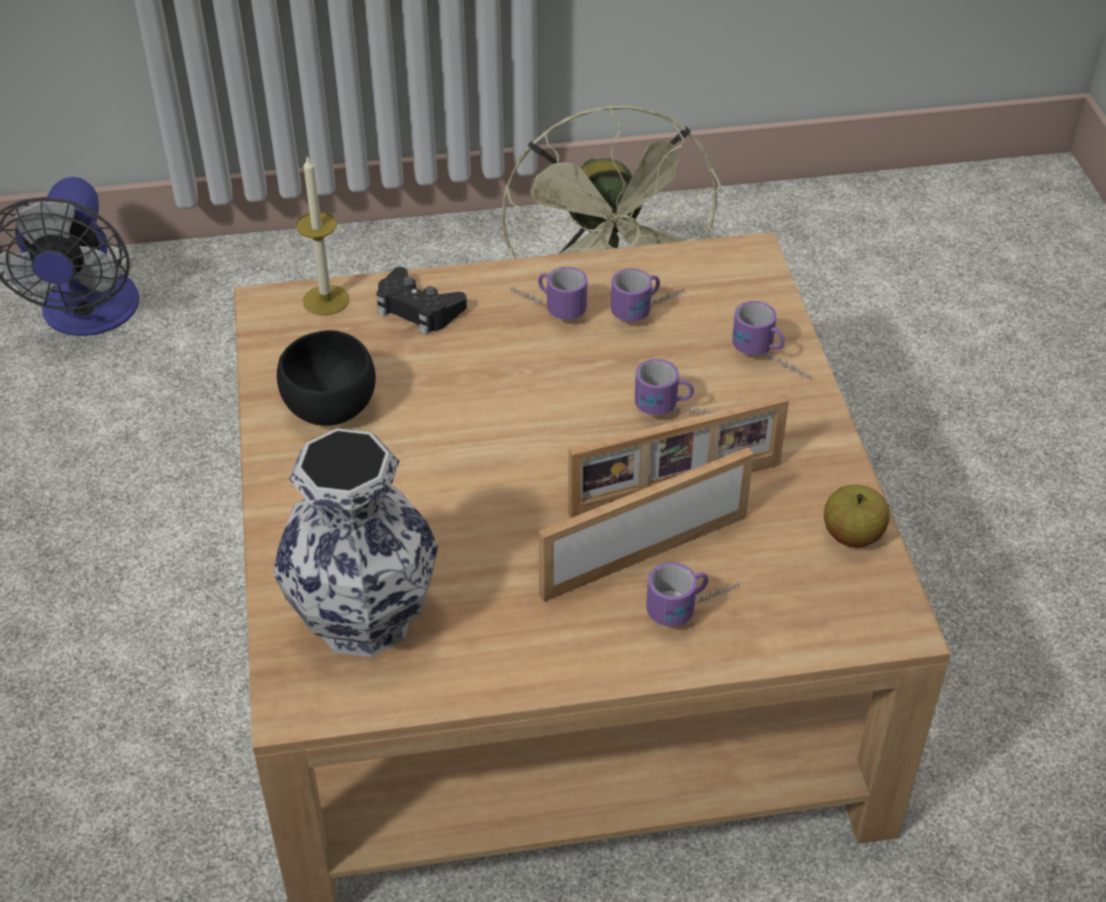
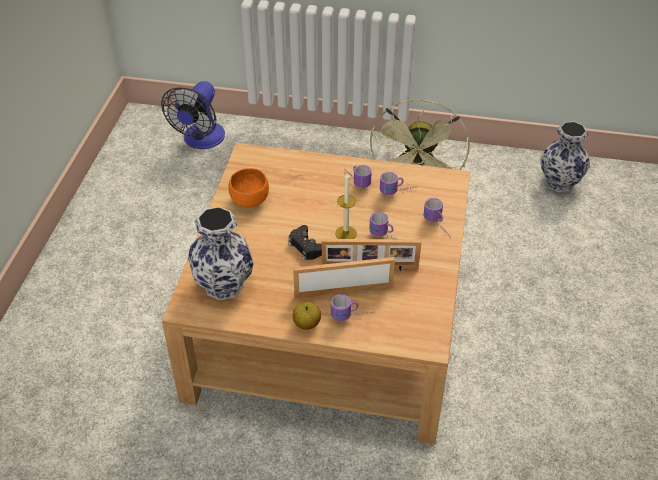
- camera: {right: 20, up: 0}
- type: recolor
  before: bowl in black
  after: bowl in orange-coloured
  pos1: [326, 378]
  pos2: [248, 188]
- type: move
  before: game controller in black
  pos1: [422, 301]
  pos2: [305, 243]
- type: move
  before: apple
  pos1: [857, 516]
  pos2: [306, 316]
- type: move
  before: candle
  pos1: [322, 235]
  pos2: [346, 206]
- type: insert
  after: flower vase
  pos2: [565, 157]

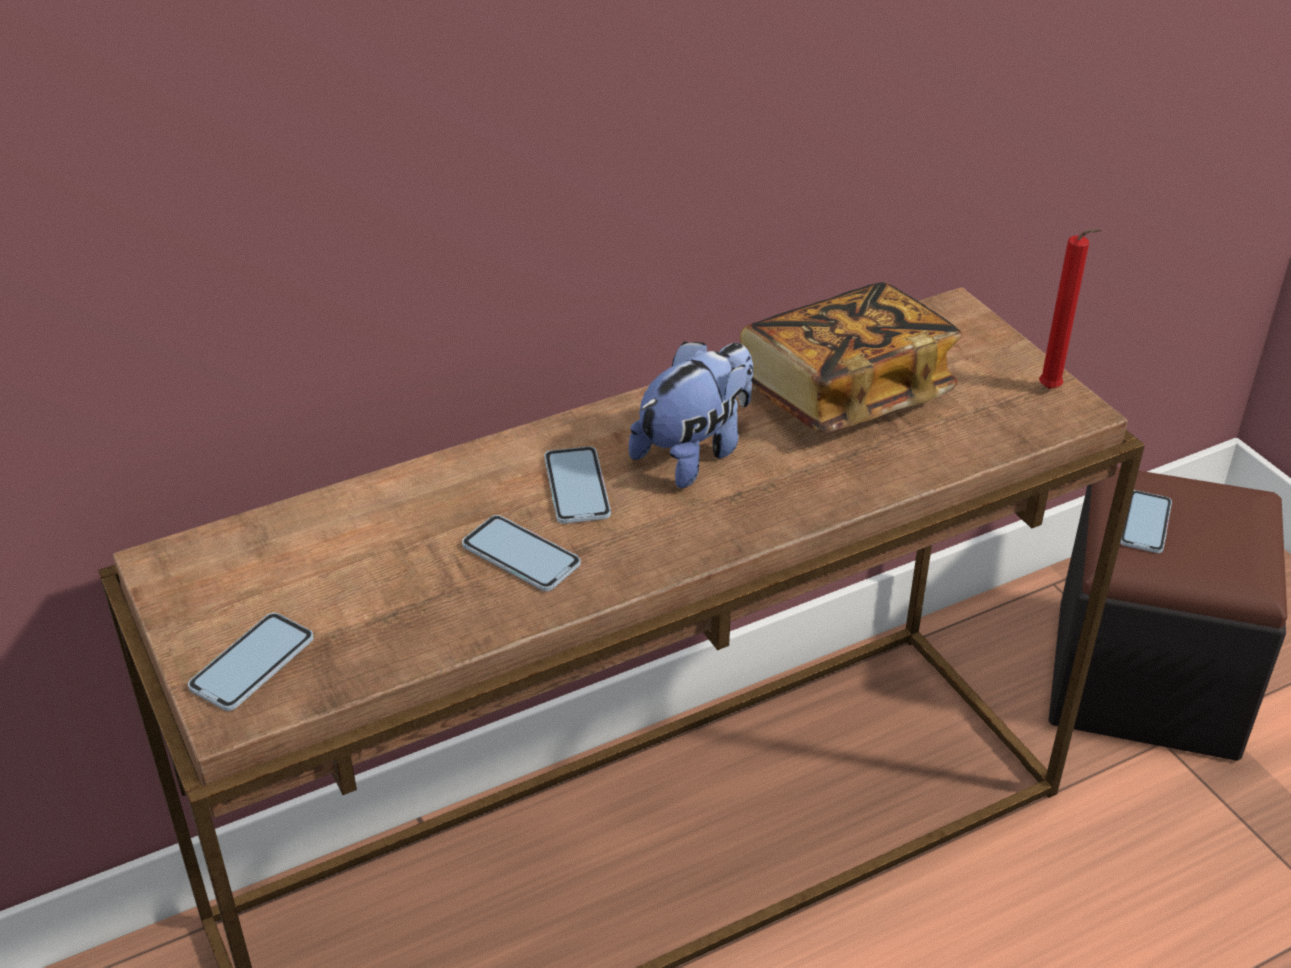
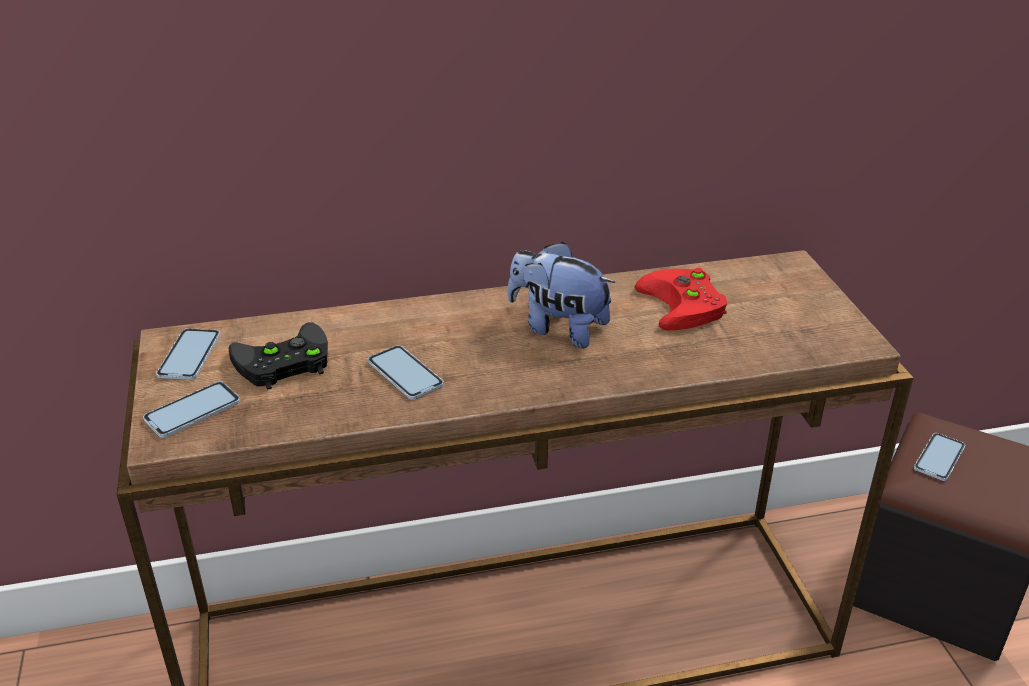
- camera: {right: 15, up: -5}
- type: move
  before: phone
  pos1: [577, 485]
  pos2: [188, 354]
- type: insert
  after: game controller in black
  pos2: [278, 356]
- type: rotate
  before: soft toy
  pos1: [691, 414]
  pos2: [562, 295]
  turn: -120
- type: replace
  before: bound book
  after: game controller in reddish
  pos1: [851, 357]
  pos2: [681, 299]
- type: delete
  before: candle in reddish
  pos1: [1070, 309]

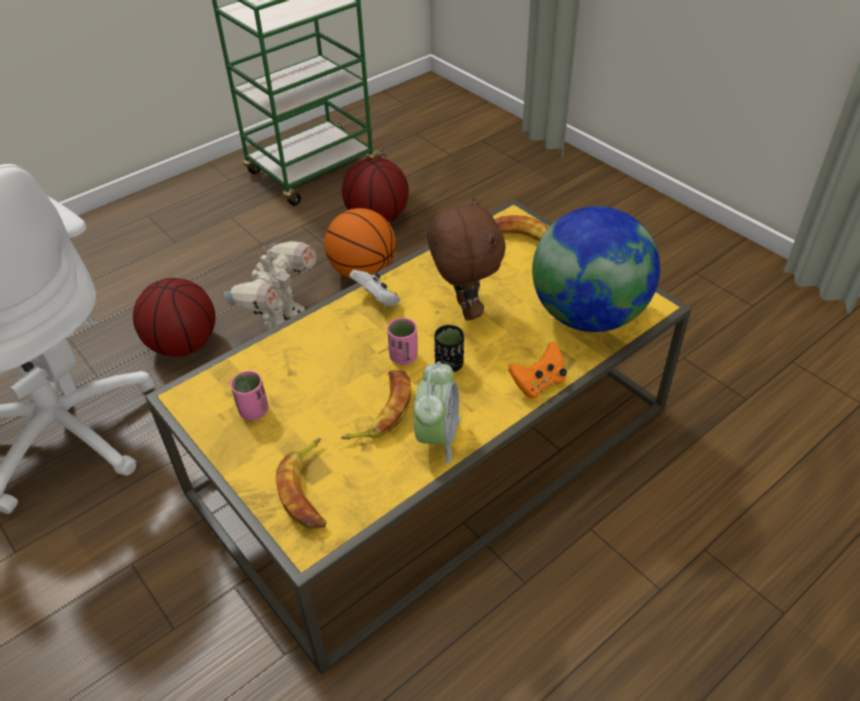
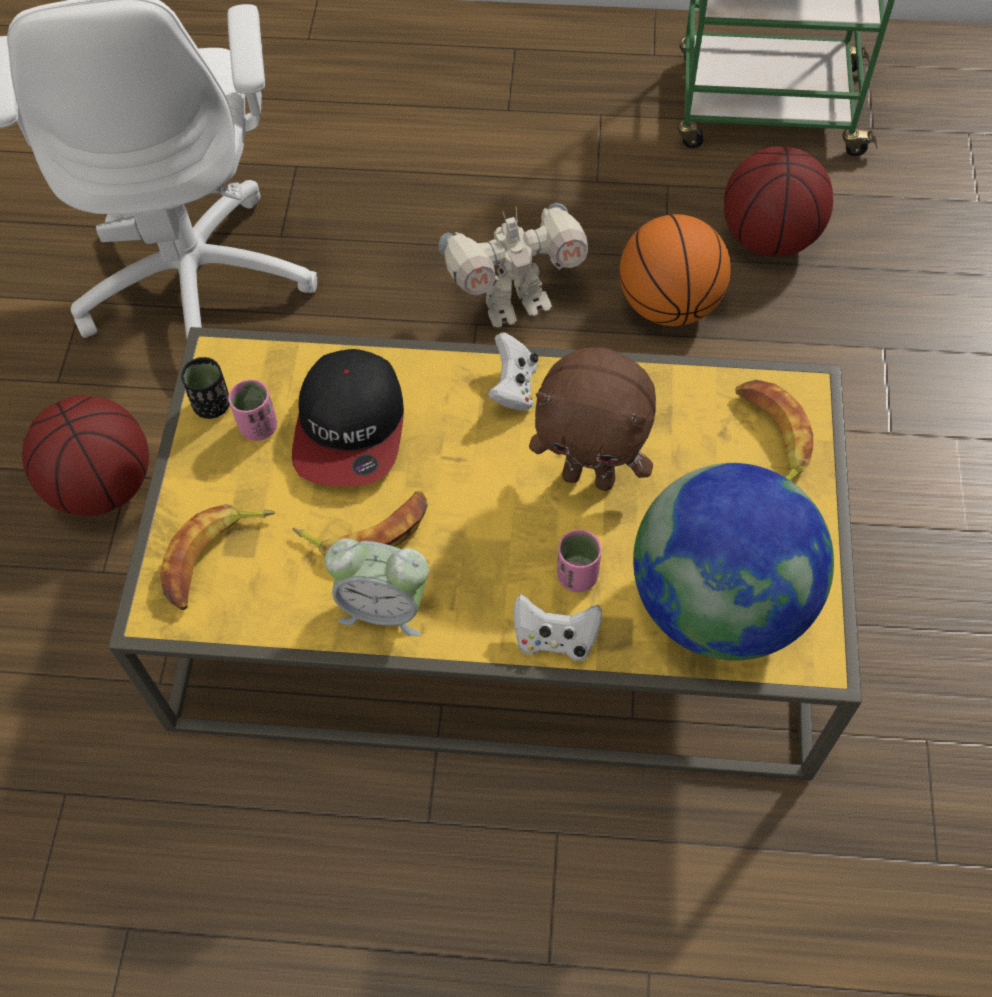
- camera: {right: 45, up: 15}
- type: move
  before: ball for basketball
  pos1: [174, 317]
  pos2: [85, 455]
- type: move
  before: drinking cup in black
  pos1: [449, 348]
  pos2: [205, 388]
- type: insert
  after: baseball cap
  pos2: [348, 417]
- type: rotate
  before: table clock
  pos1: [437, 413]
  pos2: [377, 587]
  turn: 45
- type: recolor
  before: game controller in orange-coloured
  after: game controller in white
  pos1: [537, 370]
  pos2: [558, 627]
- type: rotate
  before: soft toy in brownish
  pos1: [466, 258]
  pos2: [592, 419]
  turn: 75
- type: move
  before: drinking cup in pinkish
  pos1: [402, 341]
  pos2: [579, 561]

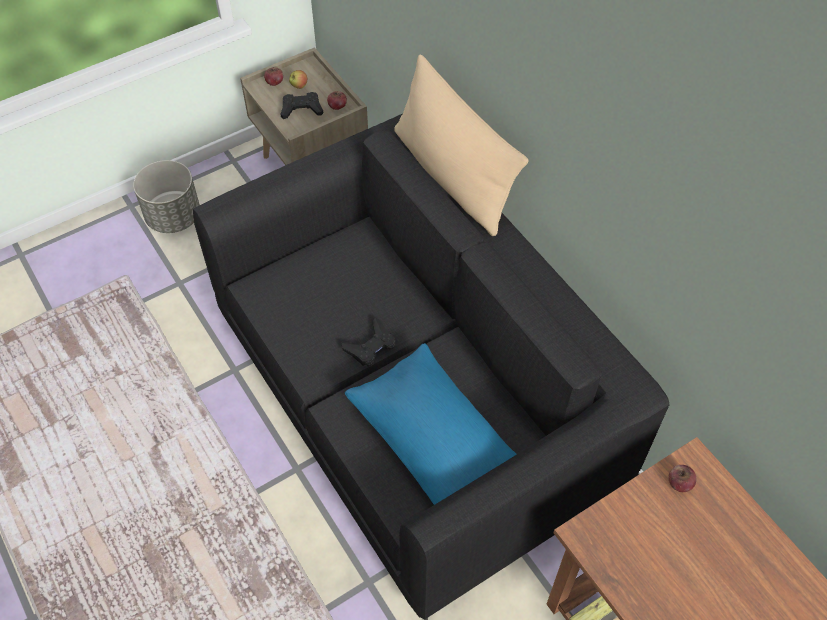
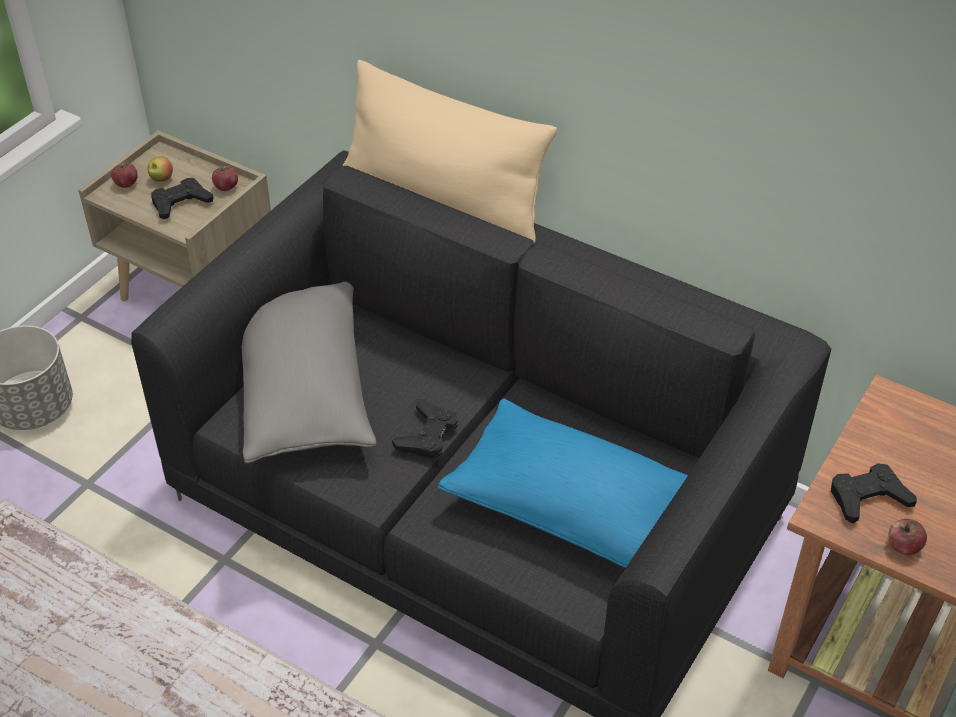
- camera: {right: -25, up: -10}
- type: insert
  after: pillow in greyish
  pos2: [309, 372]
- type: insert
  after: game controller in black
  pos2: [874, 493]
- type: move
  before: apple
  pos1: [682, 478]
  pos2: [908, 537]

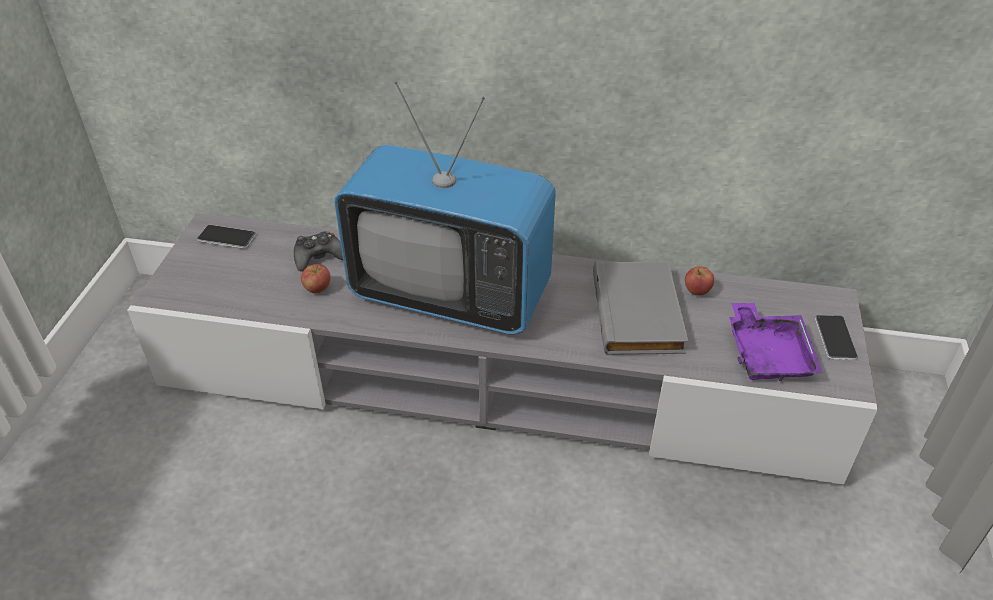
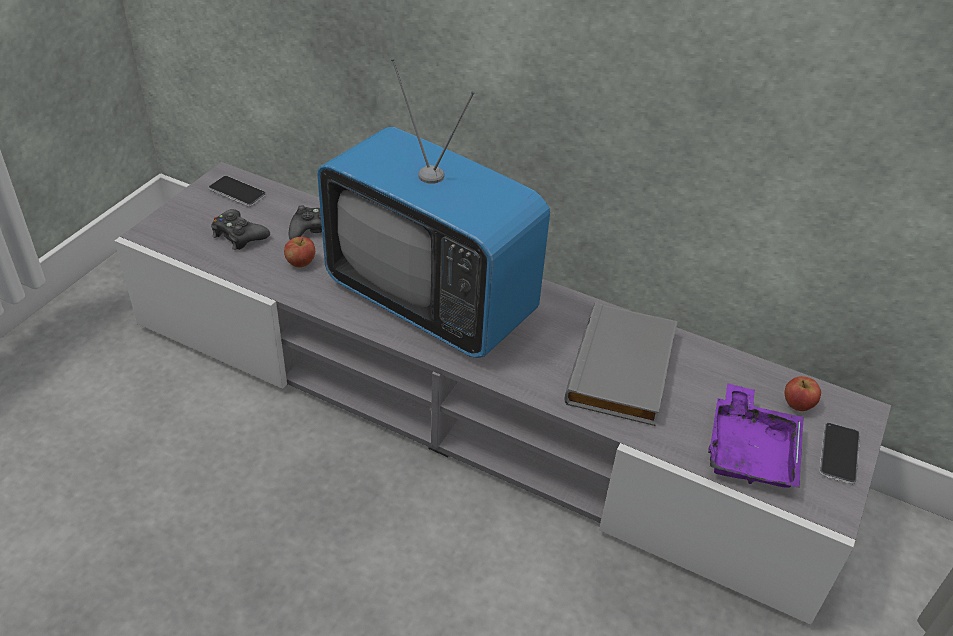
- camera: {right: 15, up: 0}
- type: insert
  after: game controller in black
  pos2: [240, 229]
- type: move
  before: apple
  pos1: [699, 281]
  pos2: [803, 393]

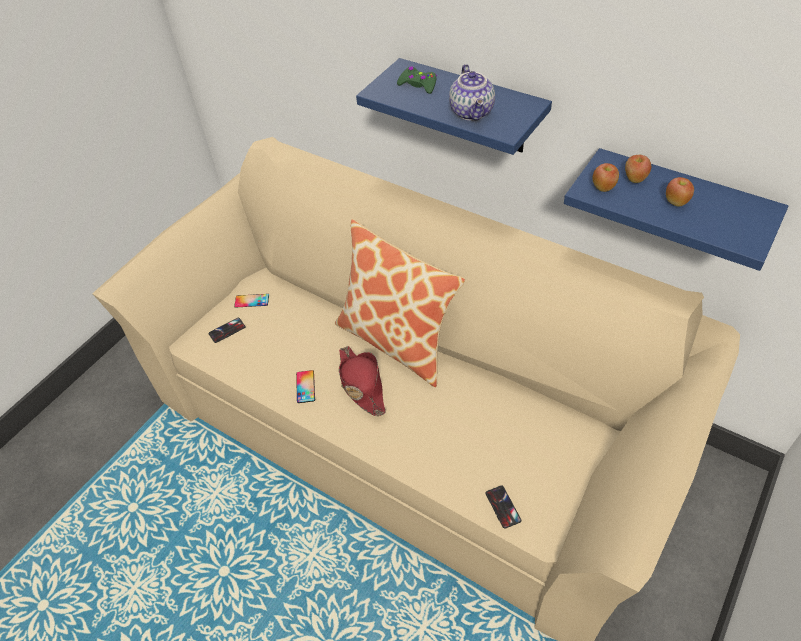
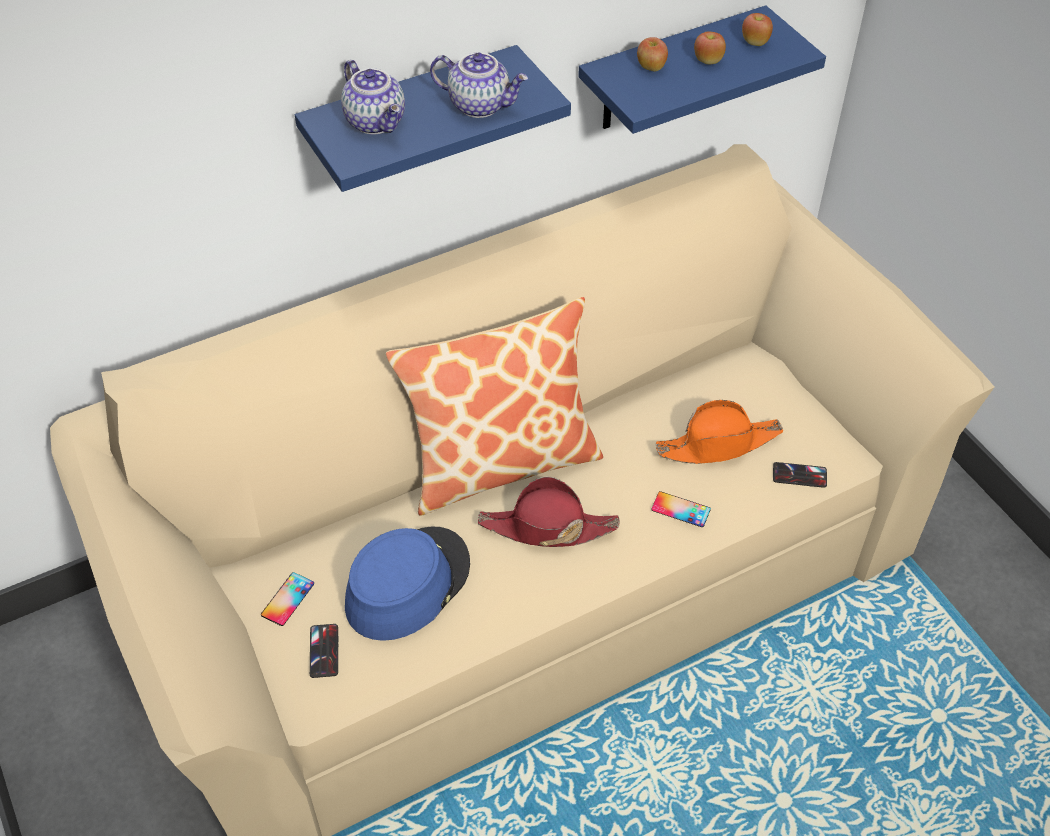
- camera: {right: -65, up: 0}
- type: replace
  before: game controller in green
  after: tea pot
  pos1: [417, 80]
  pos2: [373, 97]
- type: insert
  after: clothing hat in blue
  pos2: [407, 583]
- type: move
  before: phone
  pos1: [305, 386]
  pos2: [681, 509]
- type: insert
  after: clothing hat in orange-coloured
  pos2: [719, 432]
- type: move
  before: apple
  pos1: [605, 177]
  pos2: [757, 29]

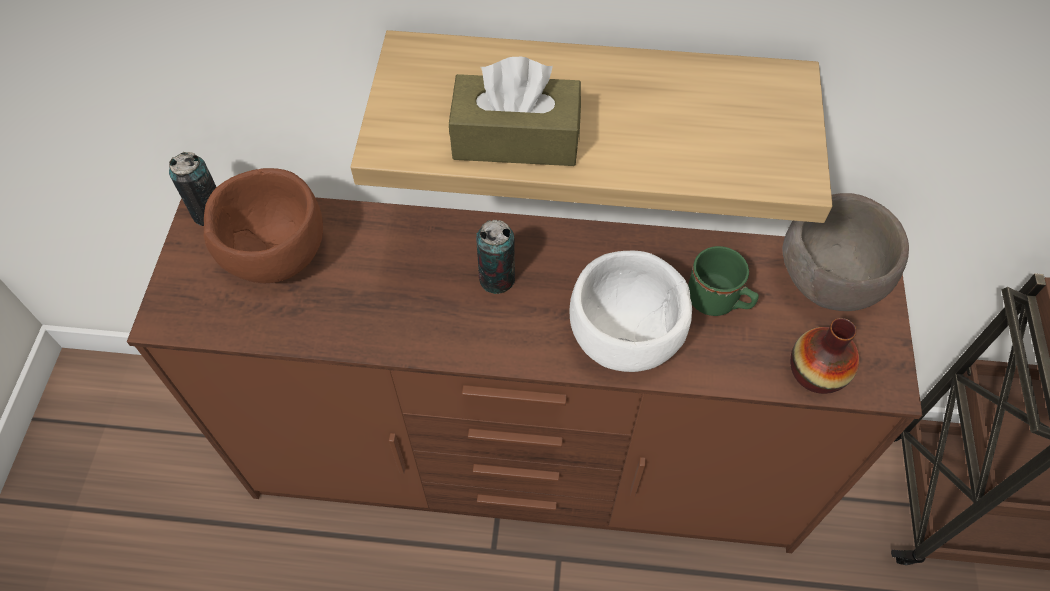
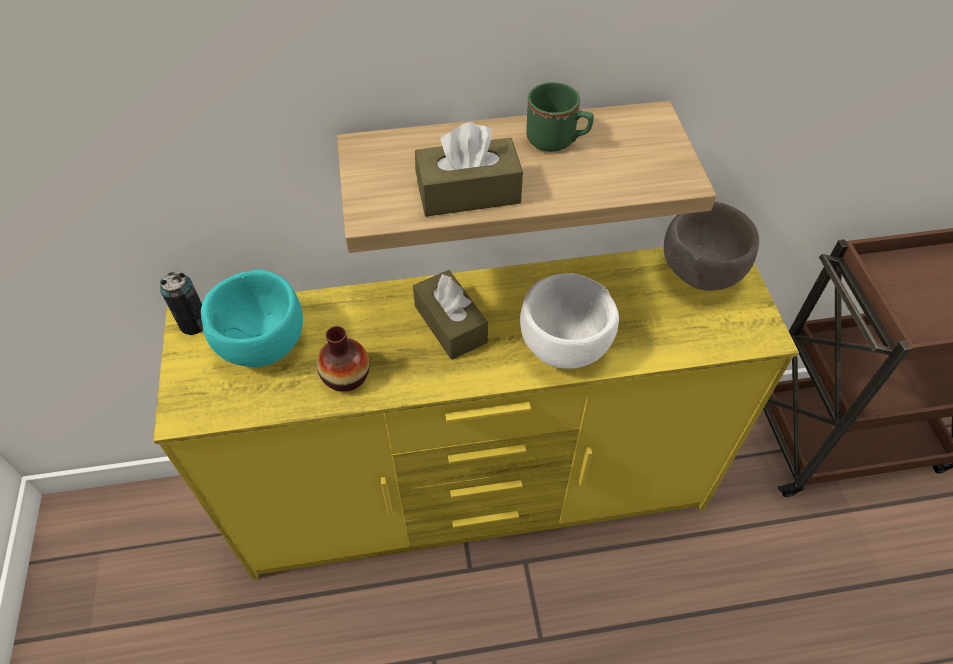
- camera: {right: -15, up: -5}
- type: recolor
  before: drawer chest in brownish
  after: drawer chest in yellow-coloured
  pos1: [524, 375]
  pos2: [476, 413]
- type: recolor
  before: bowl in brownish
  after: bowl in turquoise-coloured
  pos1: [263, 225]
  pos2: [252, 318]
- type: move
  before: flower vase
  pos1: [824, 356]
  pos2: [343, 359]
- type: replace
  before: can
  after: box of tissues in brownish
  pos1: [495, 257]
  pos2: [450, 315]
- type: move
  before: coffee mug in green
  pos1: [723, 281]
  pos2: [560, 117]

